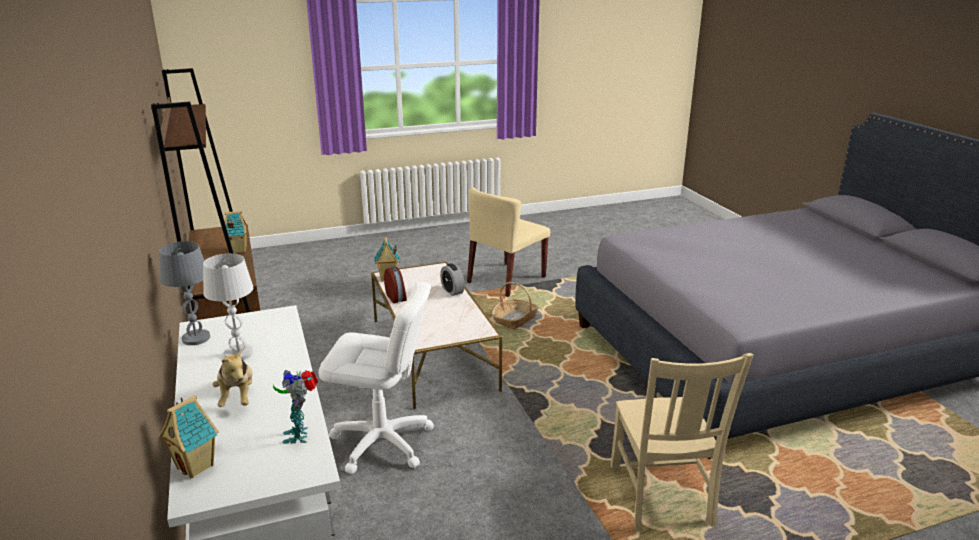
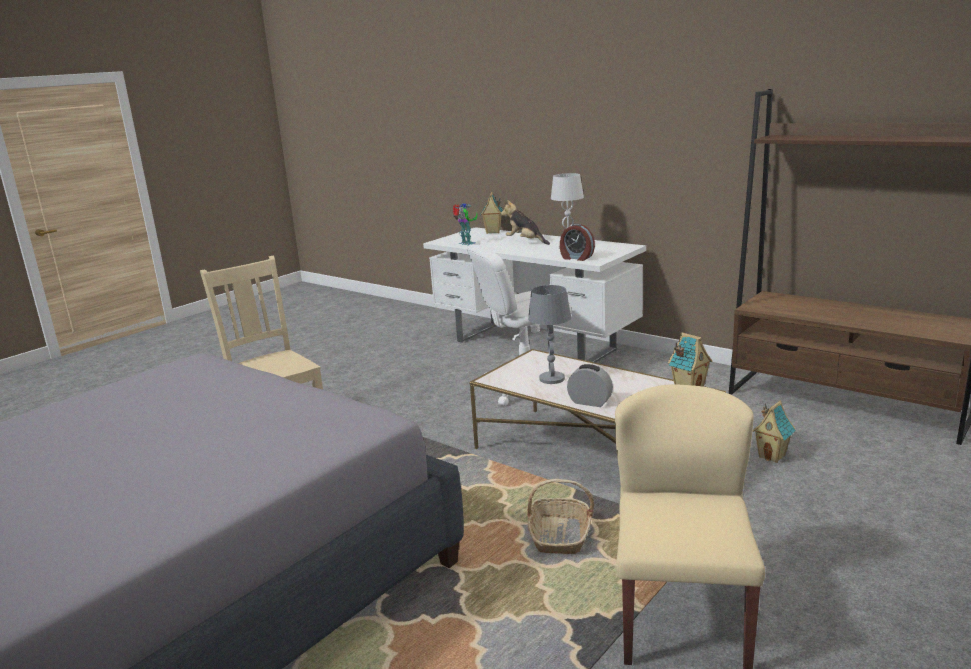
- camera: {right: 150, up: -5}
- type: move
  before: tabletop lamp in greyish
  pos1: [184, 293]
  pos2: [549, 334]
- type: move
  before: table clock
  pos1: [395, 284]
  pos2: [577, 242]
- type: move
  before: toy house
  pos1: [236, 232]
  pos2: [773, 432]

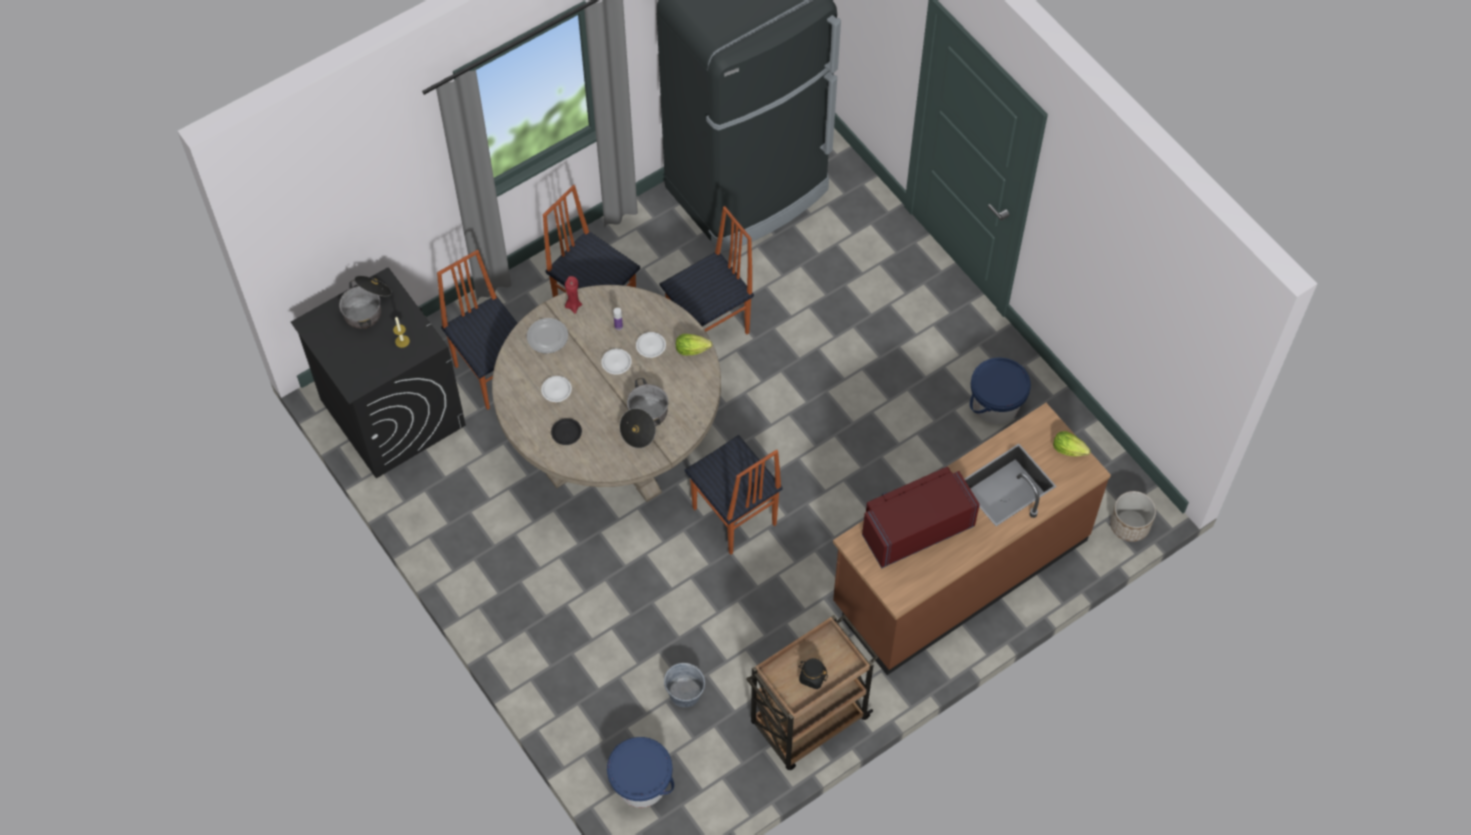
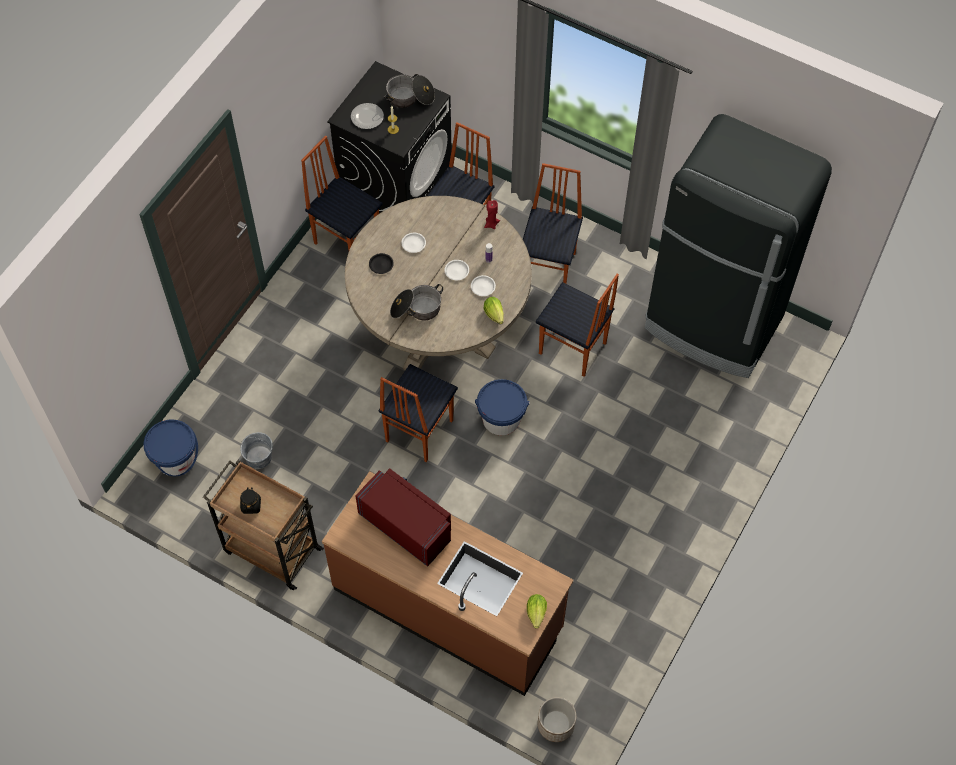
- camera: {right: 65, up: 0}
- type: insert
  after: upright chair
  pos2: [342, 193]
- type: move
  before: flat dish
  pos1: [547, 336]
  pos2: [367, 116]
- type: move
  before: pail in blue
  pos1: [1000, 391]
  pos2: [502, 407]

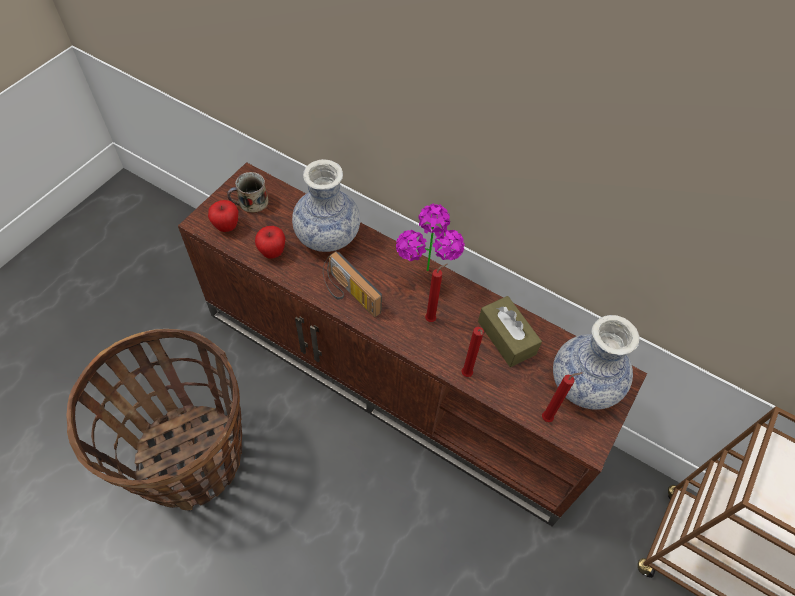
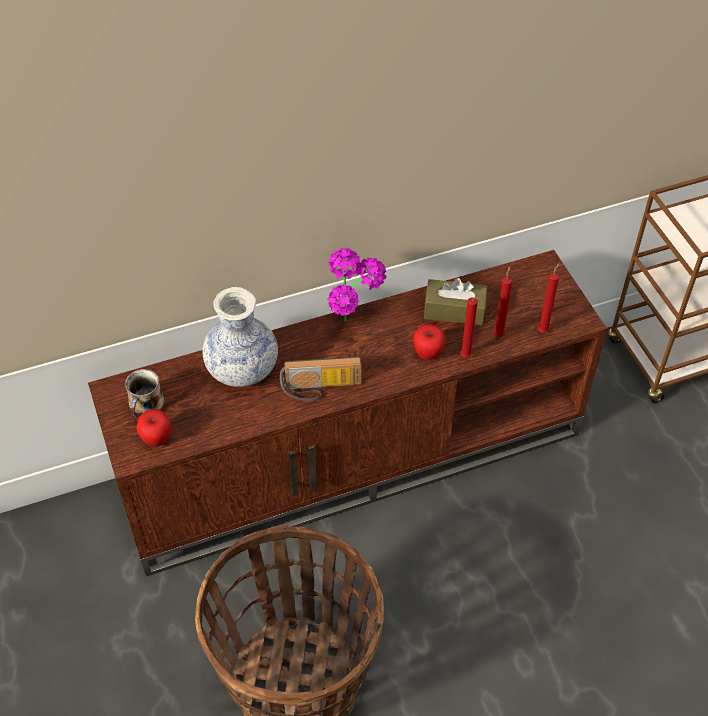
- camera: {right: -50, up: -5}
- type: move
  before: apple
  pos1: [270, 242]
  pos2: [429, 342]
- type: move
  before: candle in reddish
  pos1: [436, 293]
  pos2: [503, 301]
- type: delete
  before: flower vase
  pos1: [596, 362]

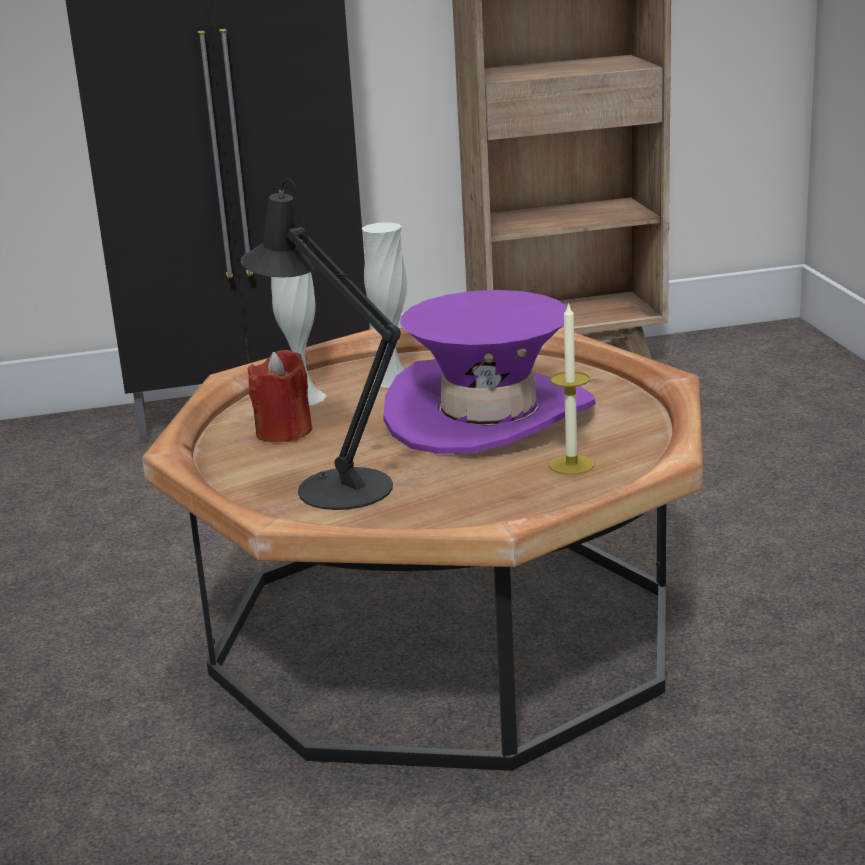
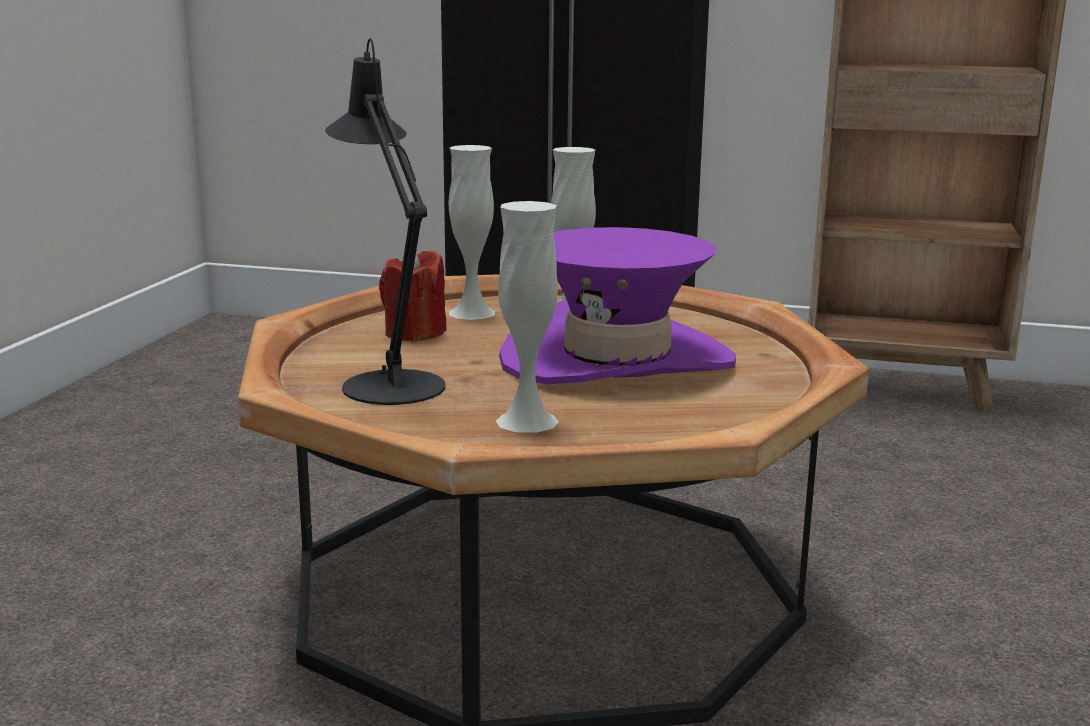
- camera: {right: 25, up: -5}
- type: insert
  after: flower vase in white
  pos2: [527, 317]
- type: delete
  before: candle
  pos1: [571, 388]

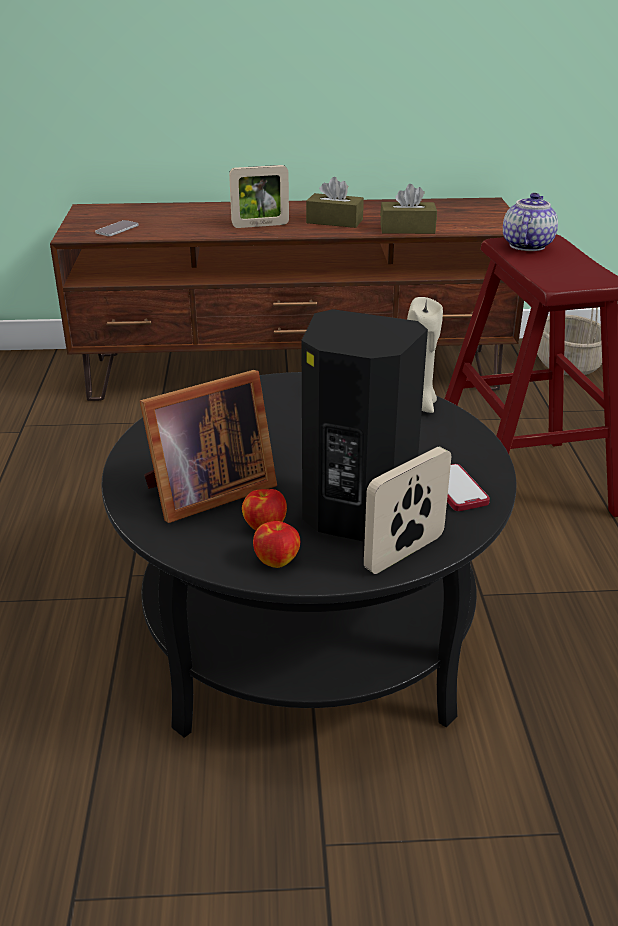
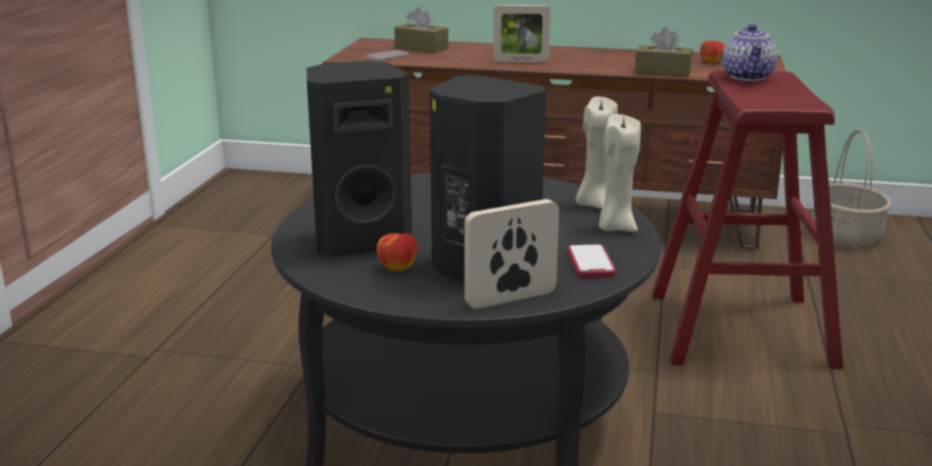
- camera: {right: 15, up: -10}
- type: replace
  before: photo frame
  after: speaker in black
  pos1: [208, 446]
  pos2: [359, 159]
- type: move
  before: box of tissues in brownish
  pos1: [335, 202]
  pos2: [421, 30]
- type: insert
  after: candle in beige
  pos2: [620, 173]
- type: move
  before: apple
  pos1: [276, 544]
  pos2: [712, 51]
- type: rotate
  before: tea pot
  pos1: [530, 222]
  pos2: [750, 52]
  turn: 150

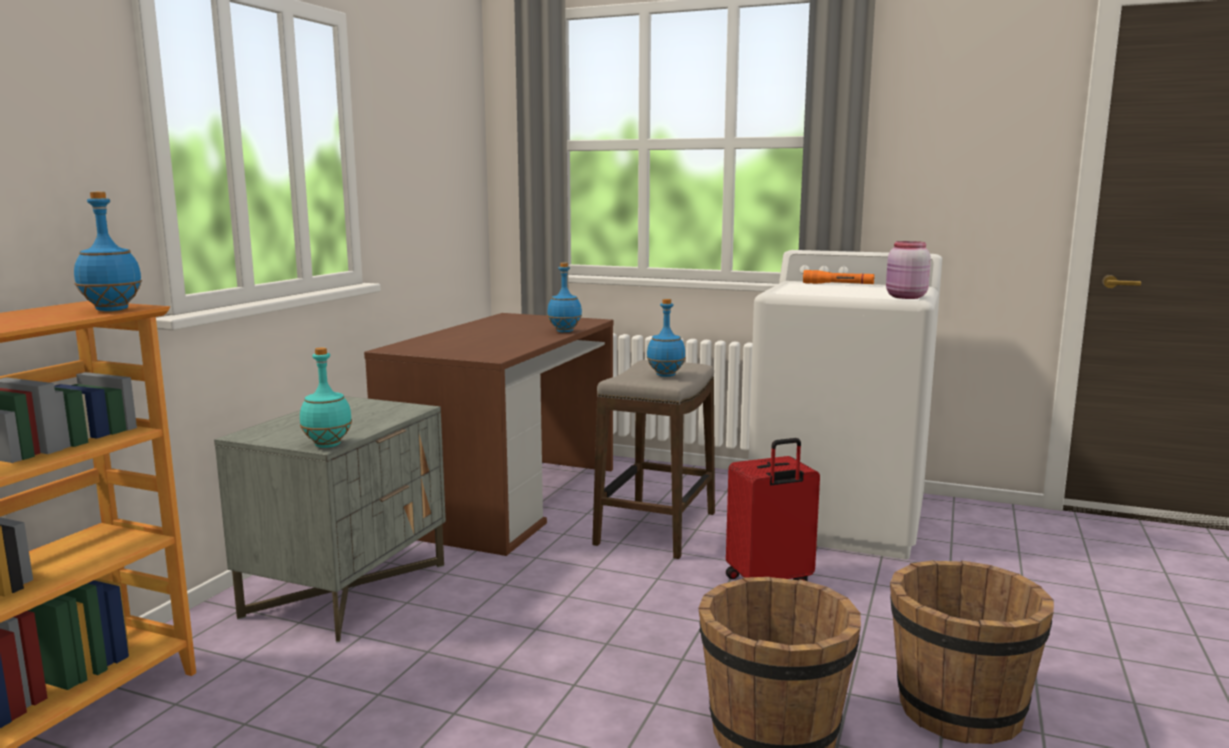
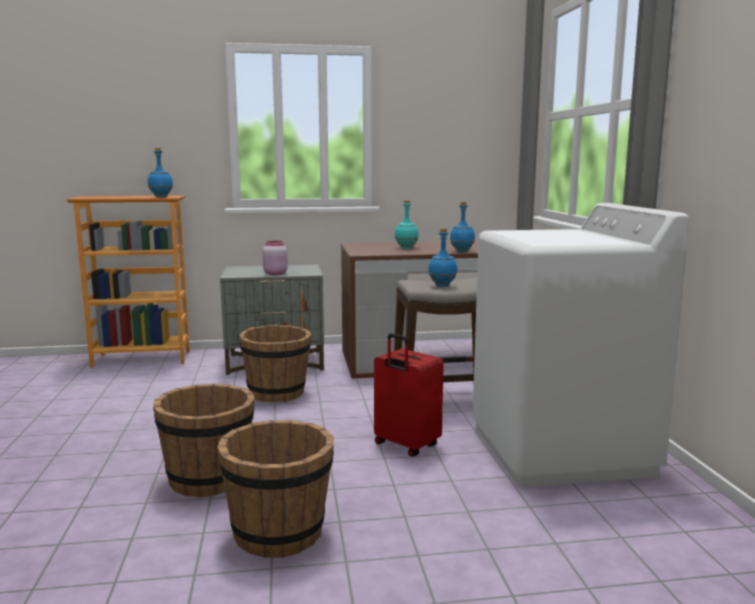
- camera: {right: 60, up: 0}
- type: insert
  after: pail in brownish
  pos2: [275, 363]
- type: move
  before: storage jar in pinkish
  pos1: [908, 270]
  pos2: [275, 258]
- type: move
  before: drink bottle in turquoise-coloured
  pos1: [326, 397]
  pos2: [407, 224]
- type: delete
  before: torch in orange-coloured
  pos1: [839, 277]

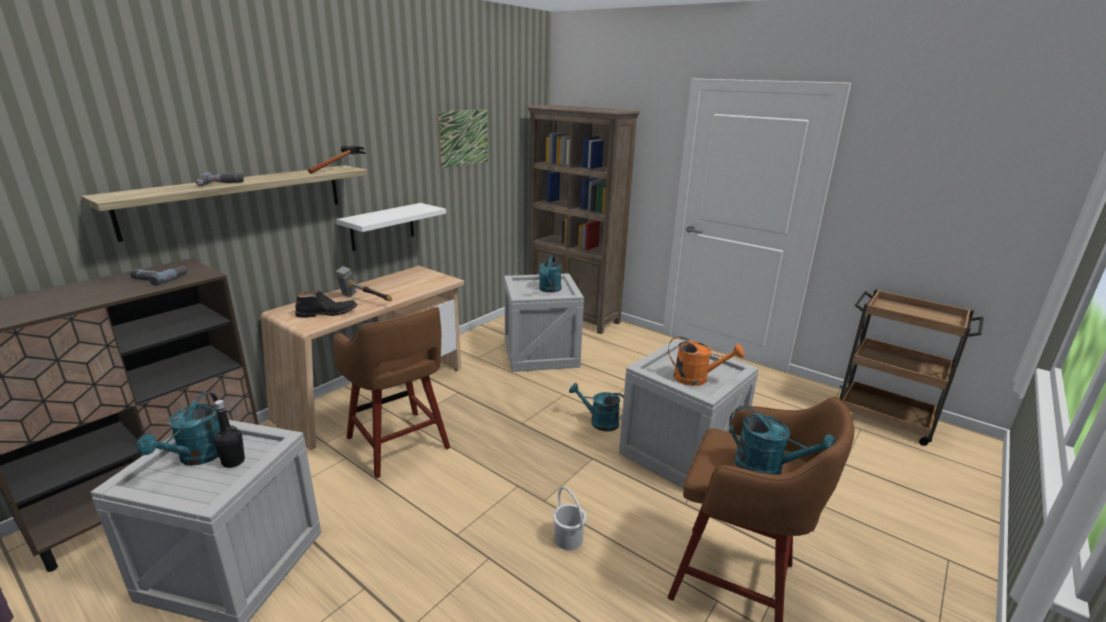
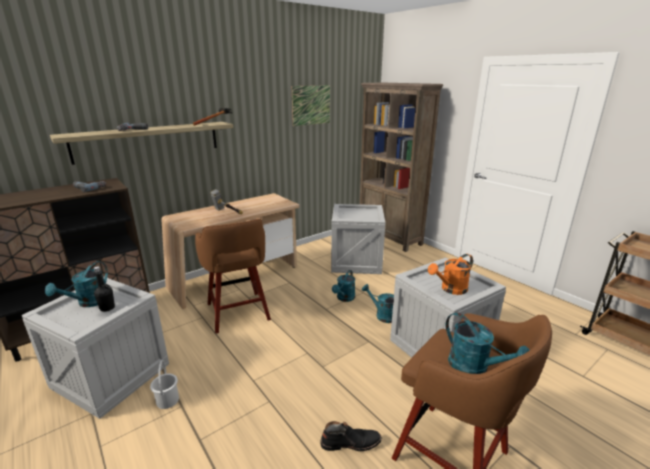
- camera: {right: 15, up: 0}
- type: move
  before: pail in white
  pos1: [570, 518]
  pos2: [164, 384]
- type: move
  before: high-top boot in black
  pos1: [326, 304]
  pos2: [351, 436]
- type: move
  before: watering can in turquoise-coloured
  pos1: [550, 274]
  pos2: [343, 286]
- type: rotate
  before: watering can in orange-coloured
  pos1: [706, 361]
  pos2: [450, 274]
  turn: 120
- type: delete
  before: bracket shelf in white
  pos1: [391, 227]

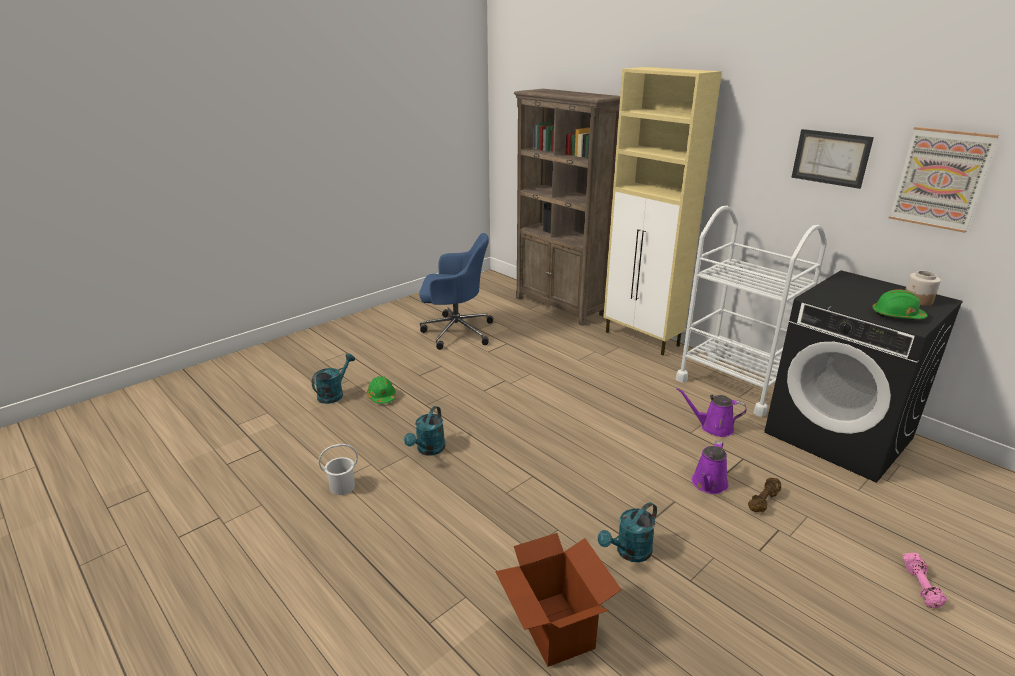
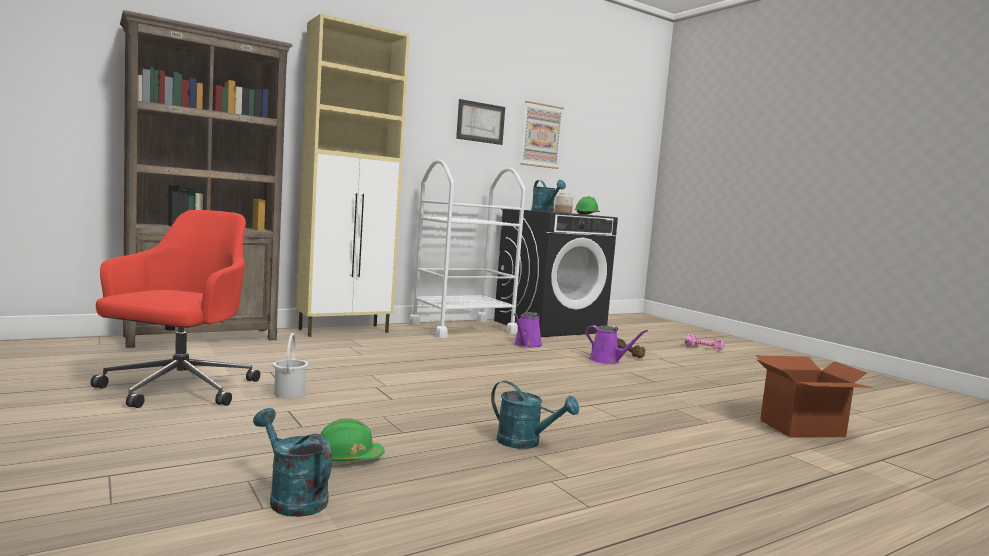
- camera: {right: -80, up: -20}
- type: recolor
  before: computer chair in blue
  after: computer chair in reddish
  pos1: [456, 291]
  pos2: [175, 309]
- type: move
  before: pail in white
  pos1: [338, 469]
  pos2: [290, 366]
- type: move
  before: watering can in turquoise-coloured
  pos1: [627, 532]
  pos2: [548, 196]

